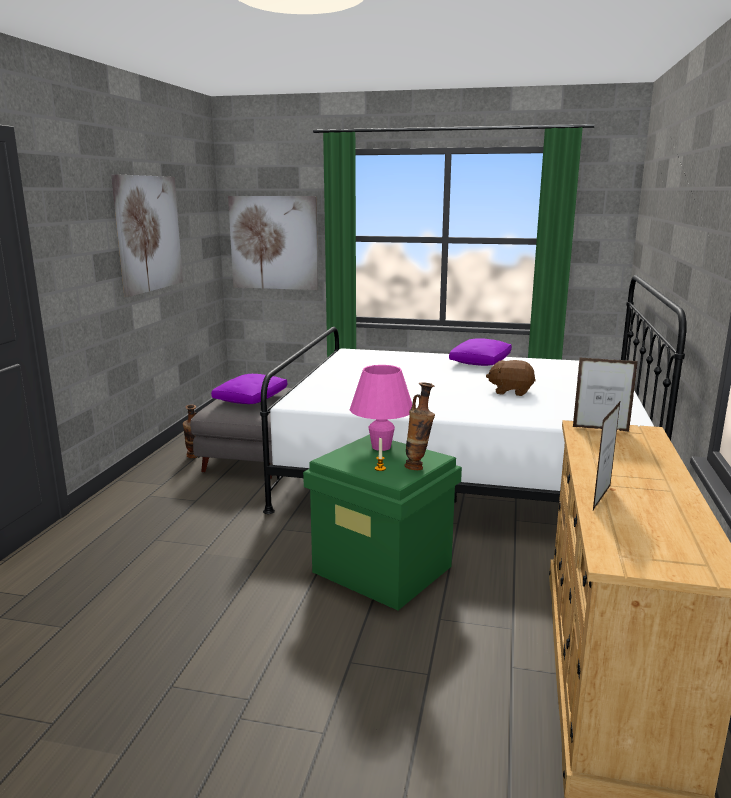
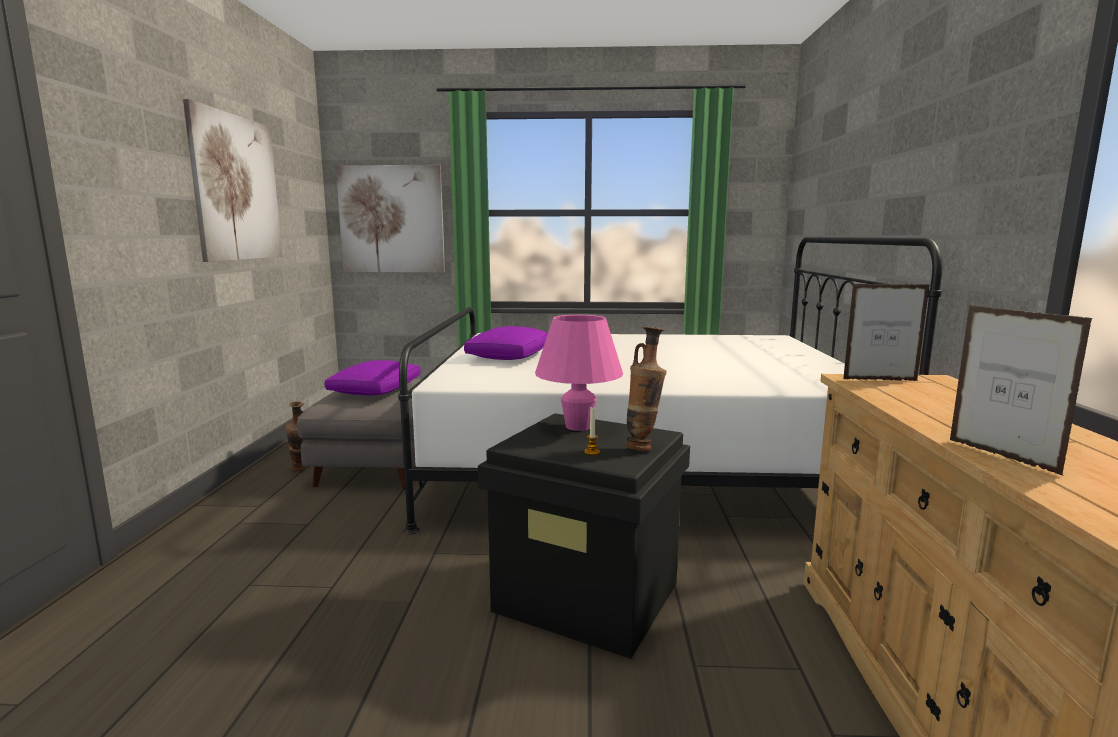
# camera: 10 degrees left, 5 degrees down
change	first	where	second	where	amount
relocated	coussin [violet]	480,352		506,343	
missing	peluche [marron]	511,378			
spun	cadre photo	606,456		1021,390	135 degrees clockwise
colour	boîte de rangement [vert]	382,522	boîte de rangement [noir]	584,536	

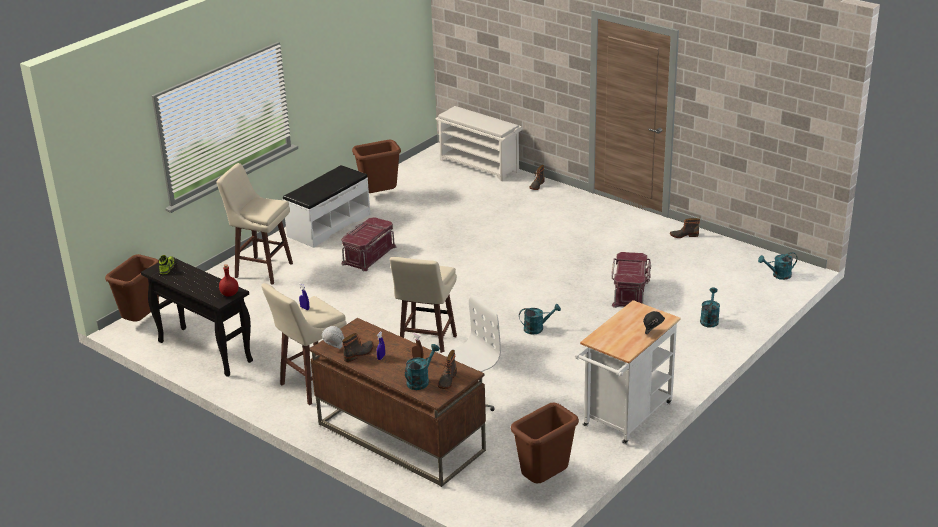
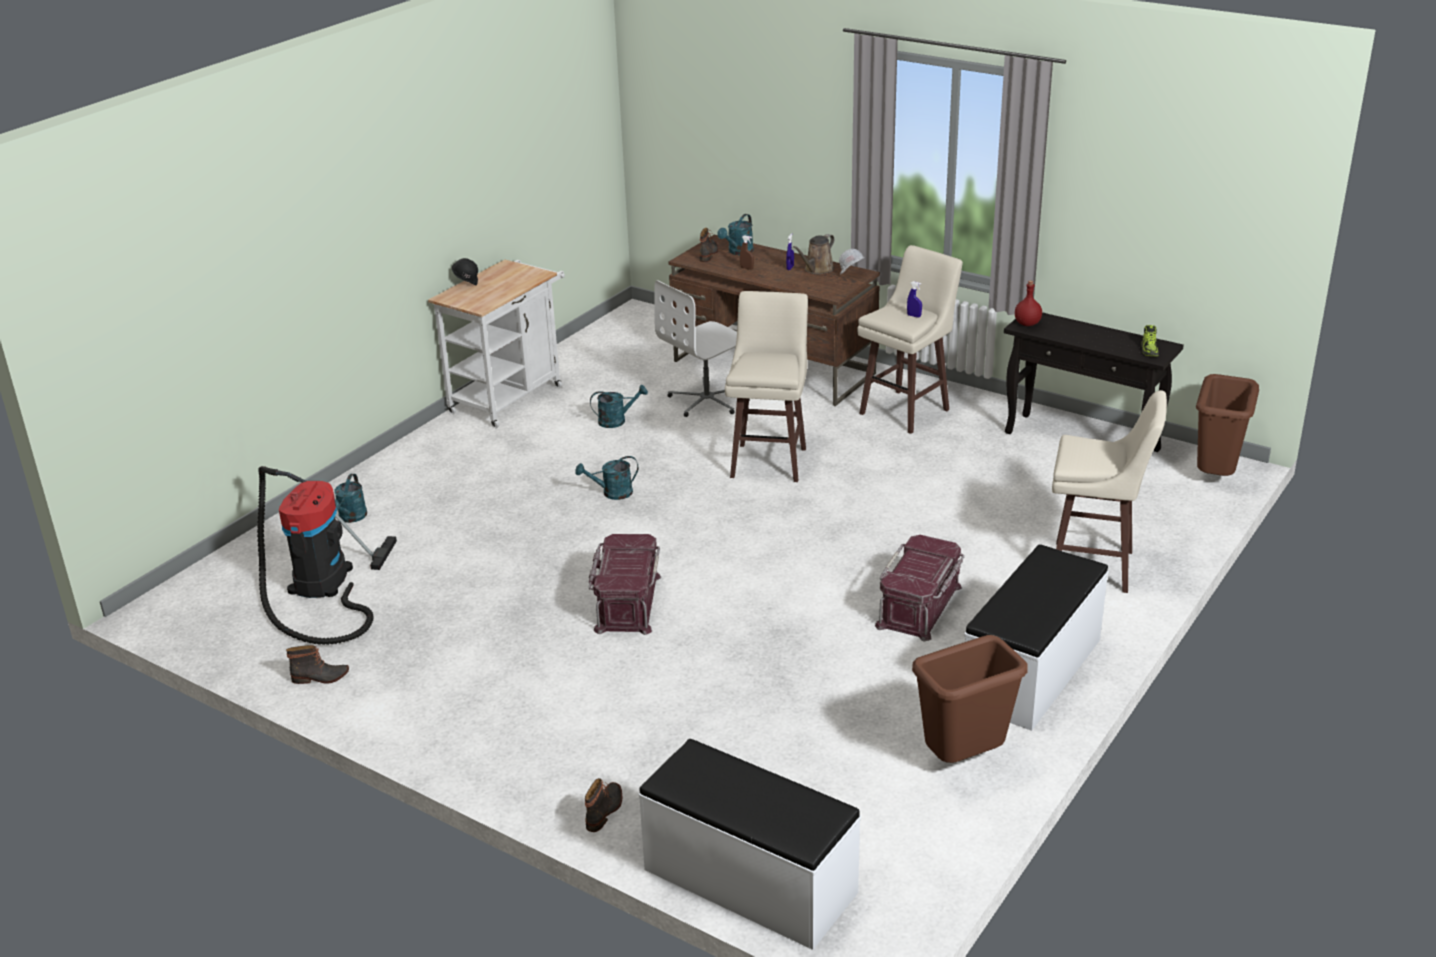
# camera: 175 degrees right, 0 degrees up
change	first	where	second	where	amount
exchanged	étagère à chaussures [blanc]	479,143	banc [blanc]	750,844	
relocated	boîte de rangement [rouge]	631,280		625,584	
relocated	arrosoir [turquoise]	778,266		619,406	
exchanged	botte	358,347	arrosoir [marron]	814,254	
missing	poubelle [marron]	545,442			
appeared			aspirateur	327,555	

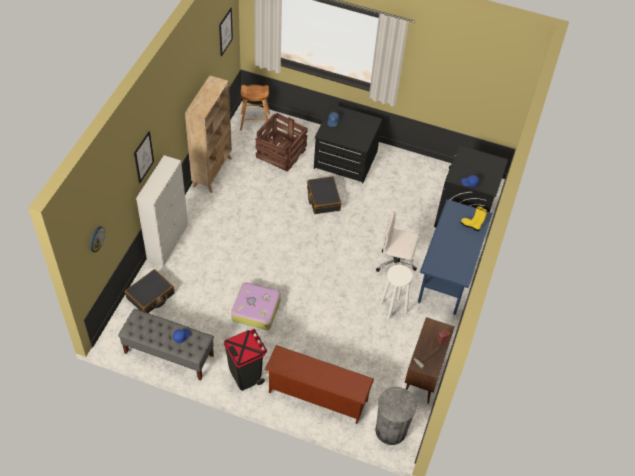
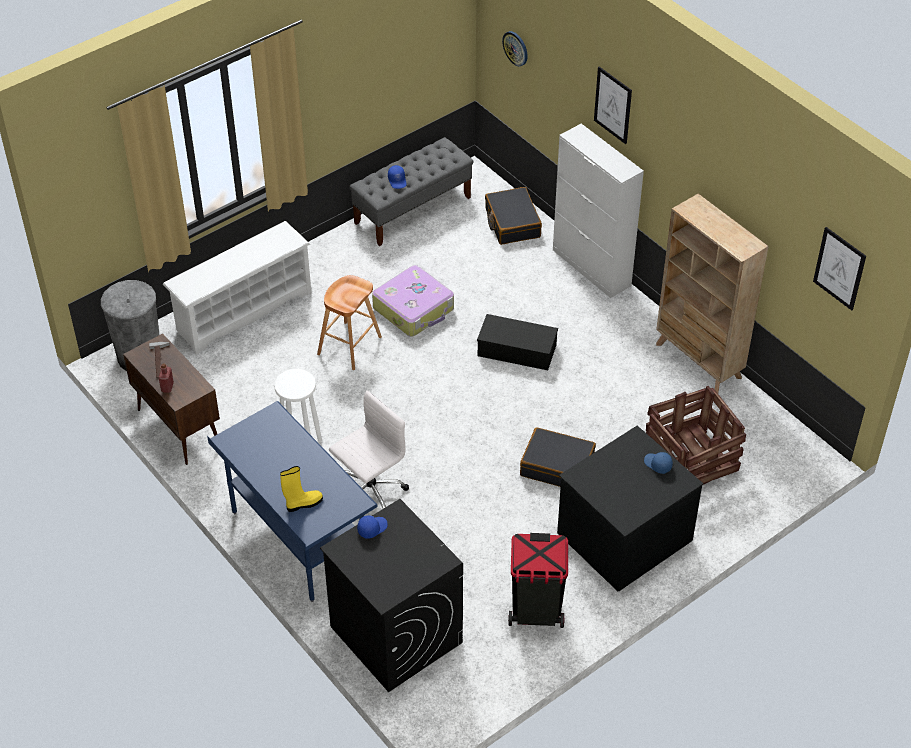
# camera: 125 degrees right, 5 degrees down
change	first	where	second	where	amount
relocated	tabouret [marron]	255,107		349,322	
relocated	poubelle [noir]	246,360		538,580	
colour	étagère à chaussures [marron]	319,384	étagère à chaussures [blanc]	237,287	
appeared			boîte de rangement [noir]	517,342	

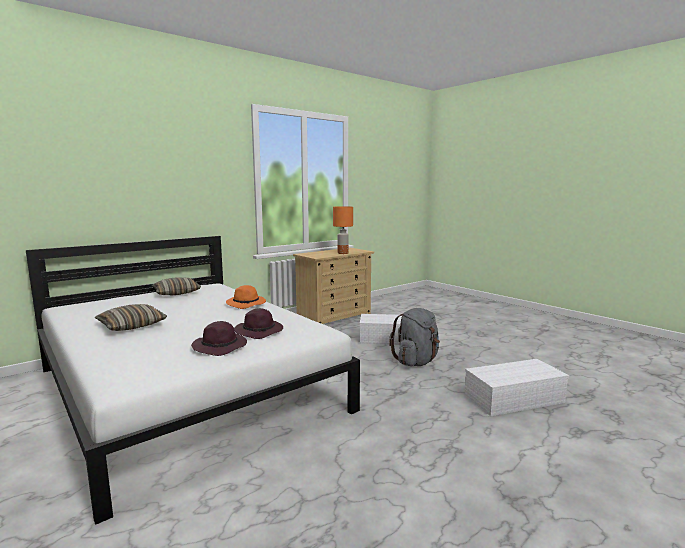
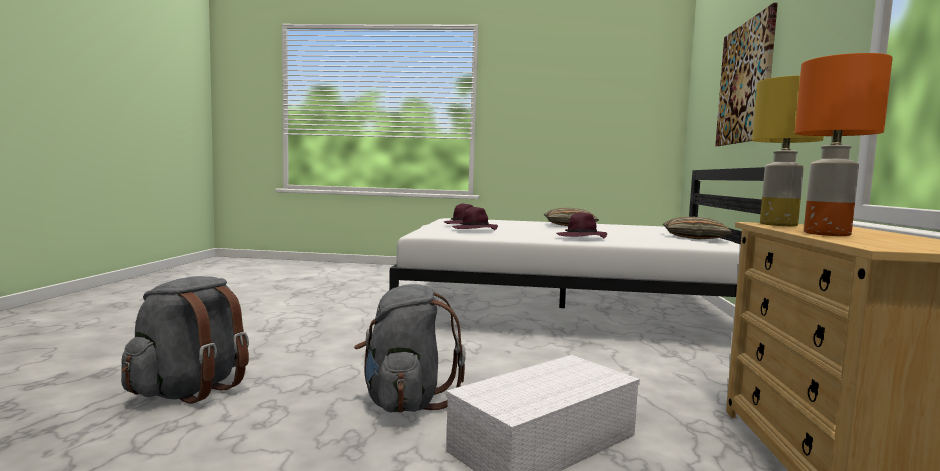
# camera: 135 degrees right, 5 degrees down
change	first	where	second	where	amount
colour	chapeau [orange]	246,297	chapeau [violet]	582,225	
exchanged	boîte de rangement [blanc]	516,387	sac à dos [gris]	185,340	
appeared			tableau	746,74	
appeared			lampe de table [jaune]	788,150	

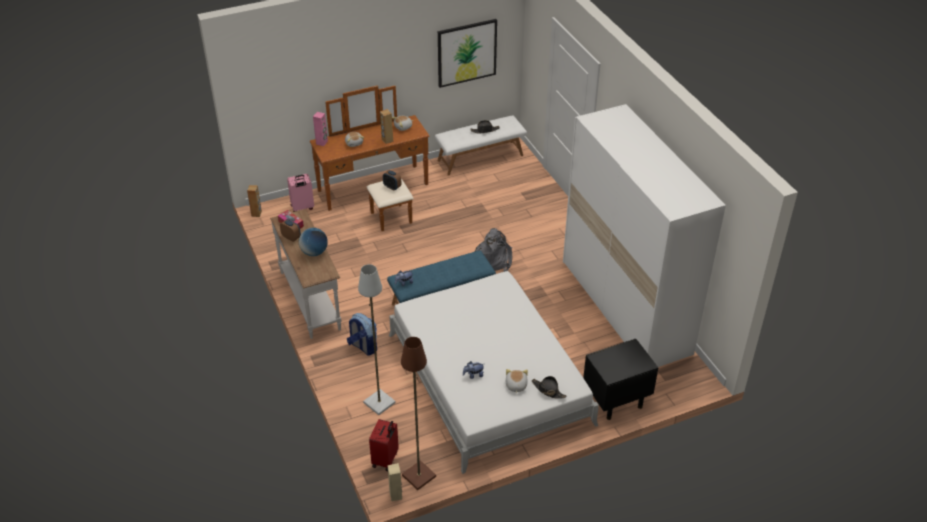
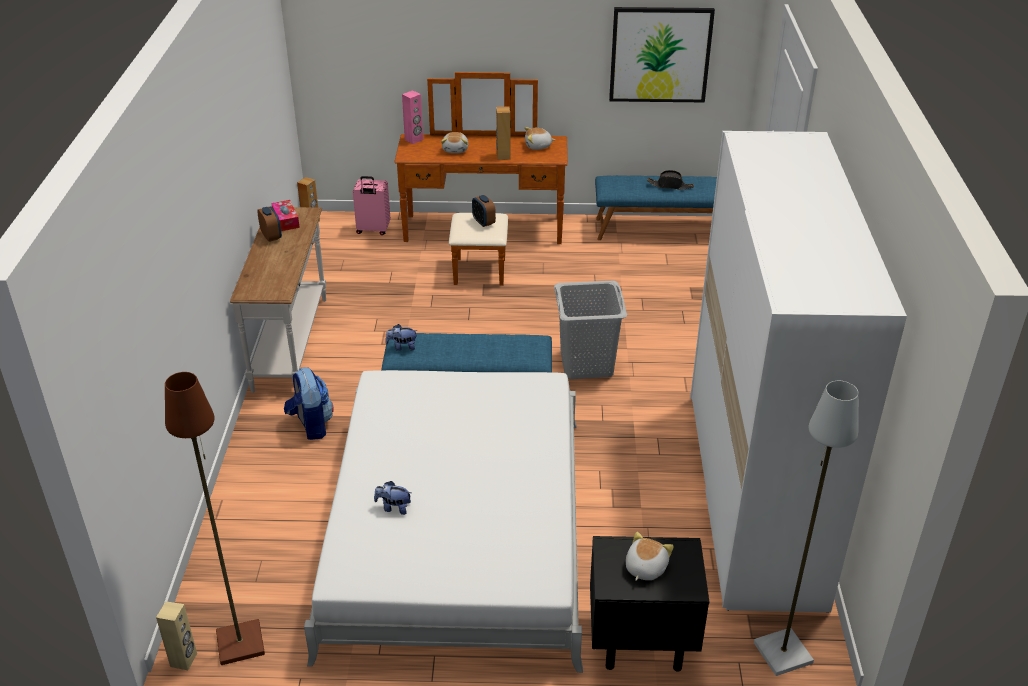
# camera: 25 degrees right, 5 degrees down
change	first	where	second	where	amount
colour	banc [blanc]	481,145	banc [bleu]	656,207	
missing	globe	313,242			
exchanged	sac à dos [gris]	493,250	panier à linge [gris]	590,330	
relocated	lampadaire [gris]	377,339		806,528	
relocated	peluche	517,381		650,556	
missing	chapeau [noir]	549,387			
missing	valise [rouge]	384,445			

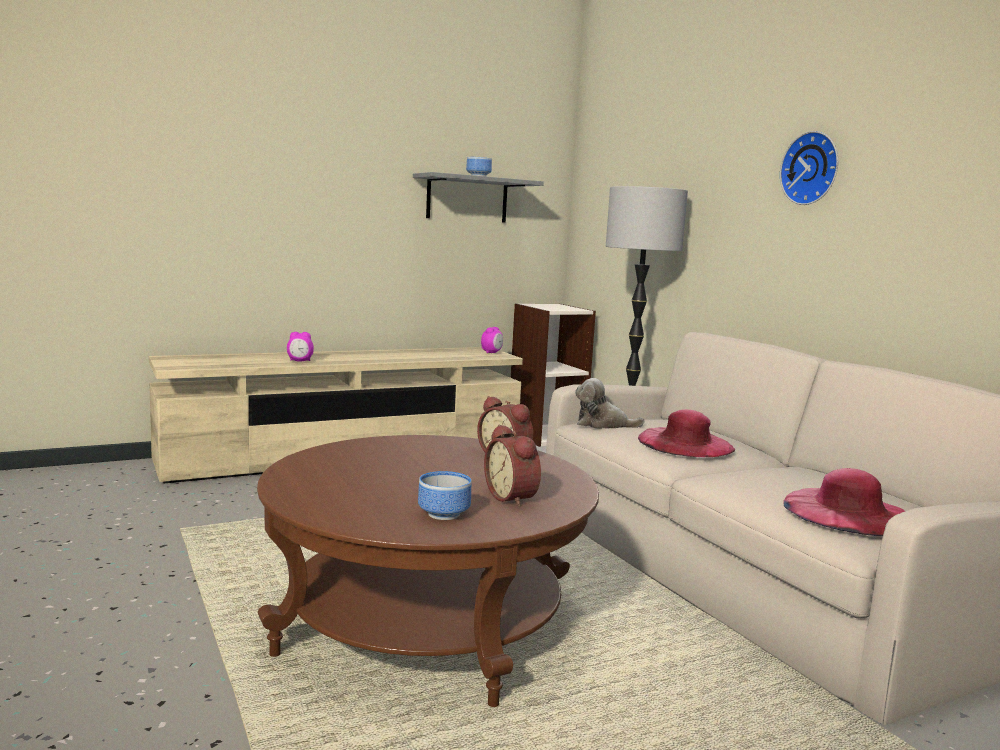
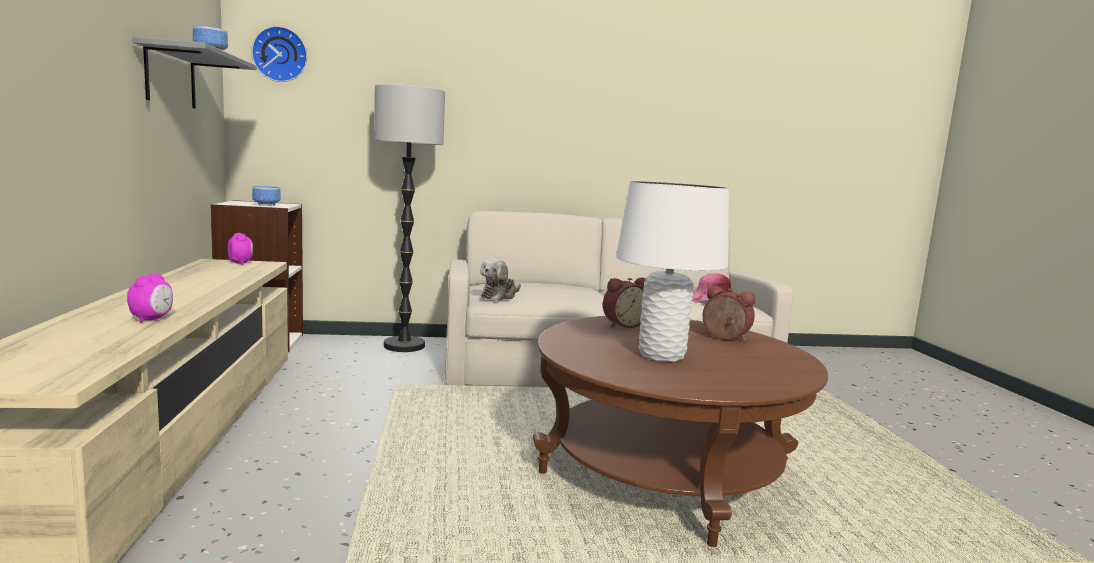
# camera: 70 degrees left, 0 degrees up
change	first	where	second	where	amount
relocated	horloge murale	809,168		279,54	
missing	chapeau [rose]	686,433			
spun	réveil	512,465		729,313	135 degrees counterclockwise
relocated	bol	444,495		266,196	
appeared			lampe de table [blanc]	672,271	

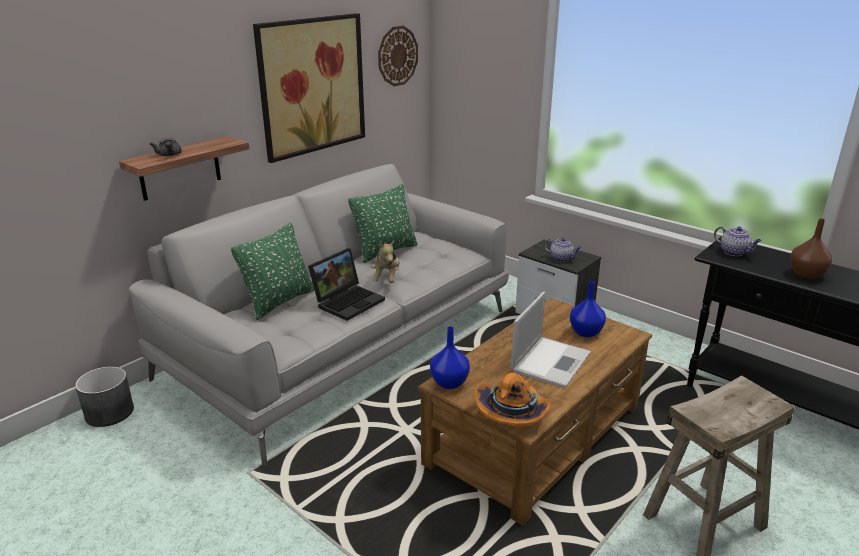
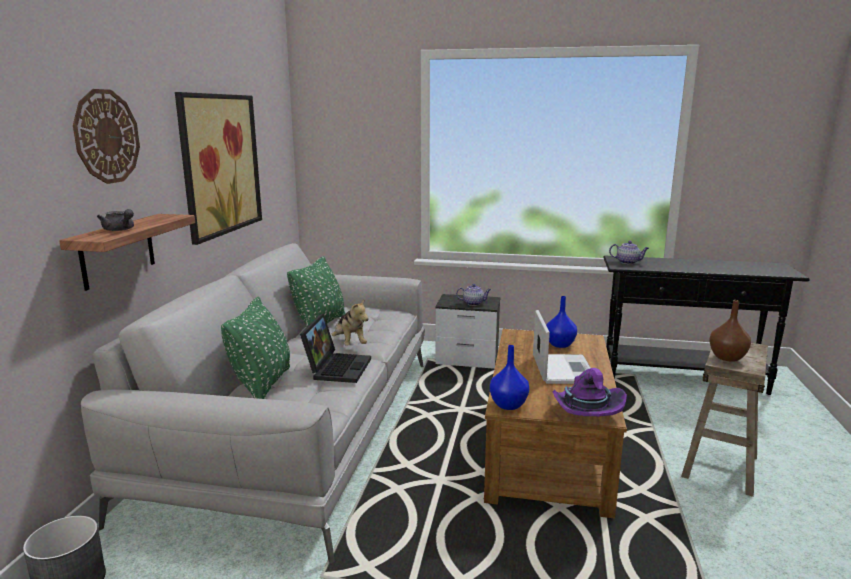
# camera: 30 degrees left, 10 degrees down
change	first	where	second	where	amount
relocated	horloge murale	398,56		106,136	
relocated	vase [marron]	811,248		730,331	
colour	chapeau [orange]	513,400	chapeau [violet]	590,392	

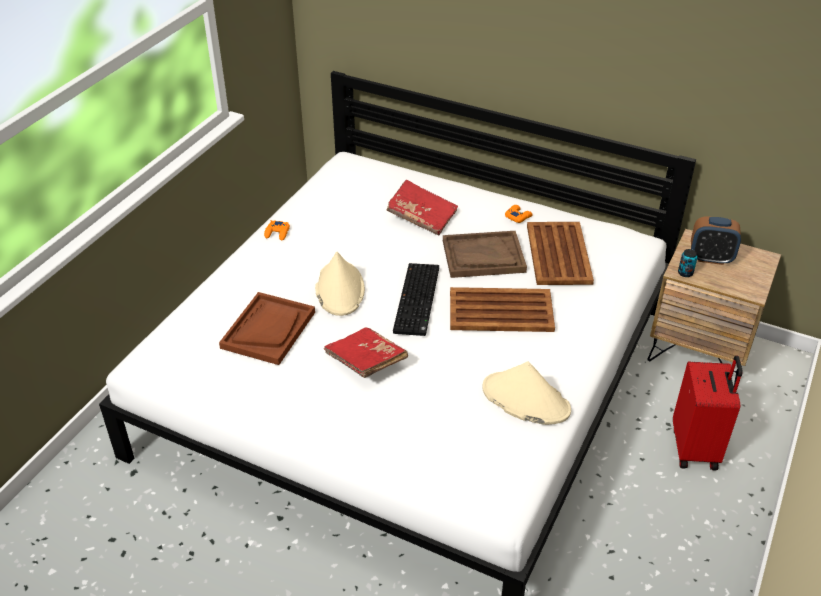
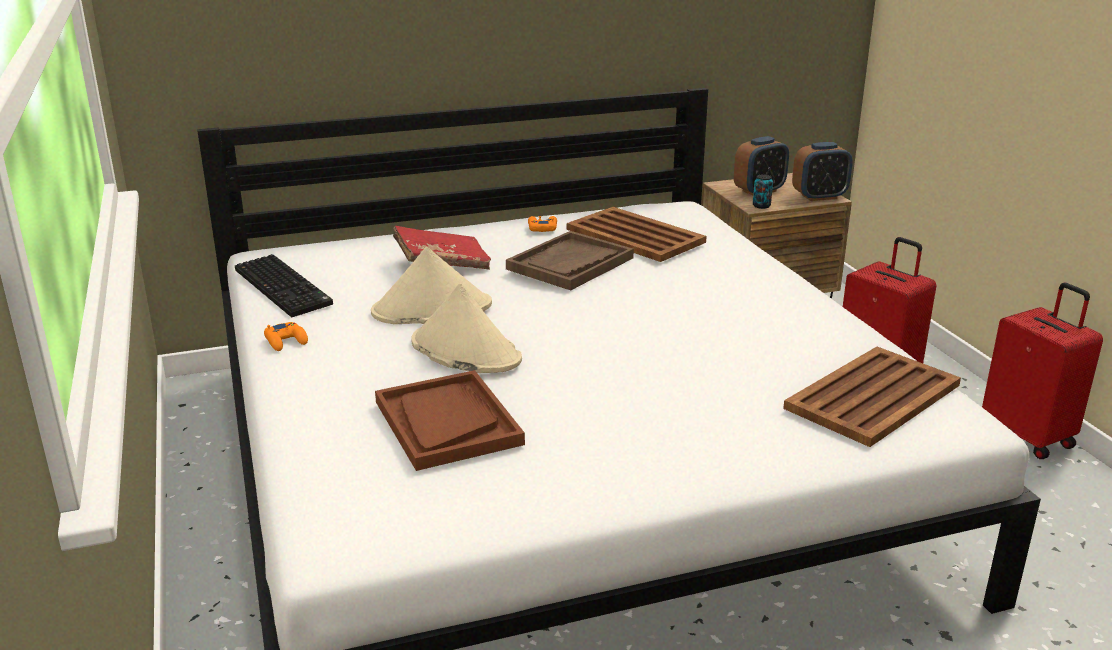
# camera: 45 degrees left, 15 degrees down
change	first	where	second	where	amount
relocated	clavier	416,299		284,285	
relocated	plateau [marron]	502,309		872,397	
missing	livre [rouge]	366,352			
relocated	chapeau [beige]	527,393		431,285	
appeared			réveil	822,171	
appeared			valise [rouge]	1042,371	

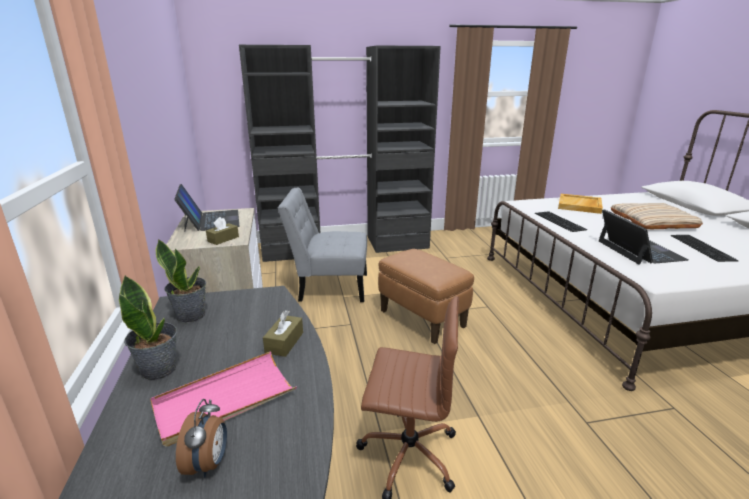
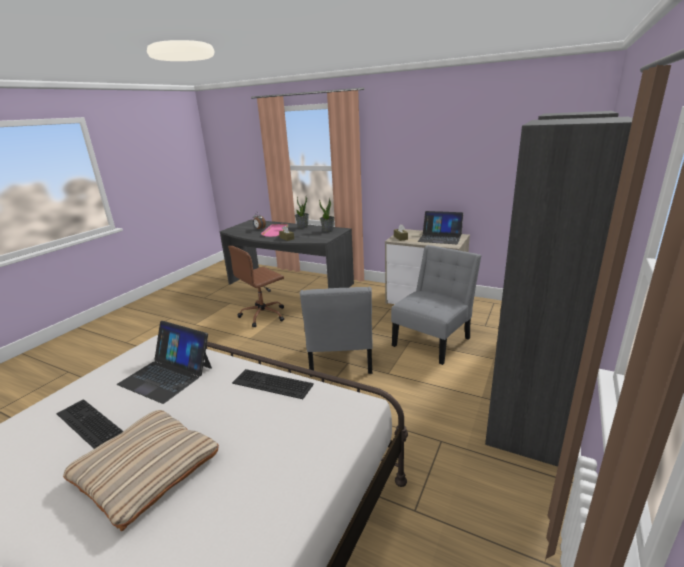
# camera: 130 degrees right, 0 degrees up
change	first	where	second	where	amount
missing	plateau [beige]	580,204			
exchanged	pouf [marron]	426,296	chaise [gris]	336,331	

